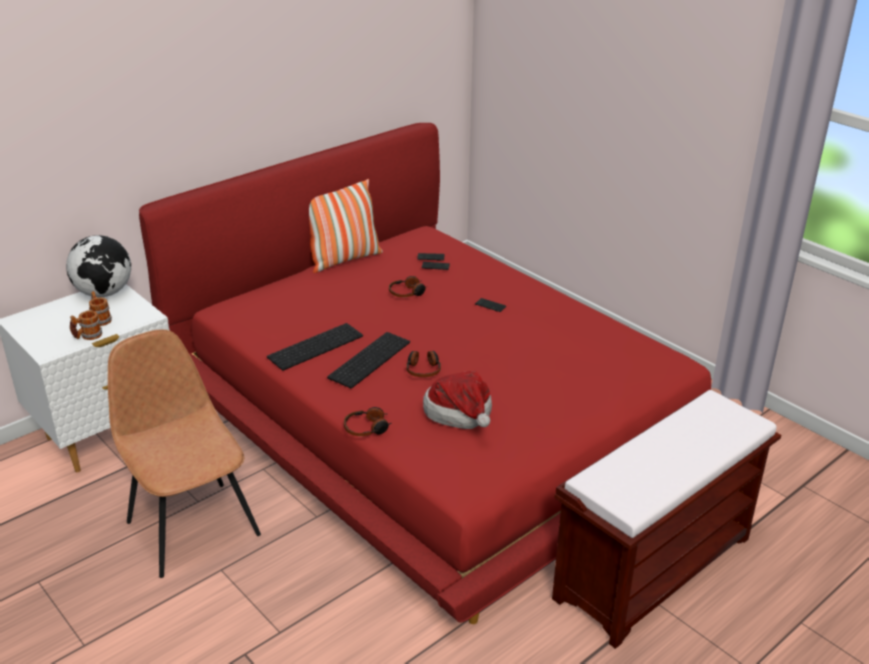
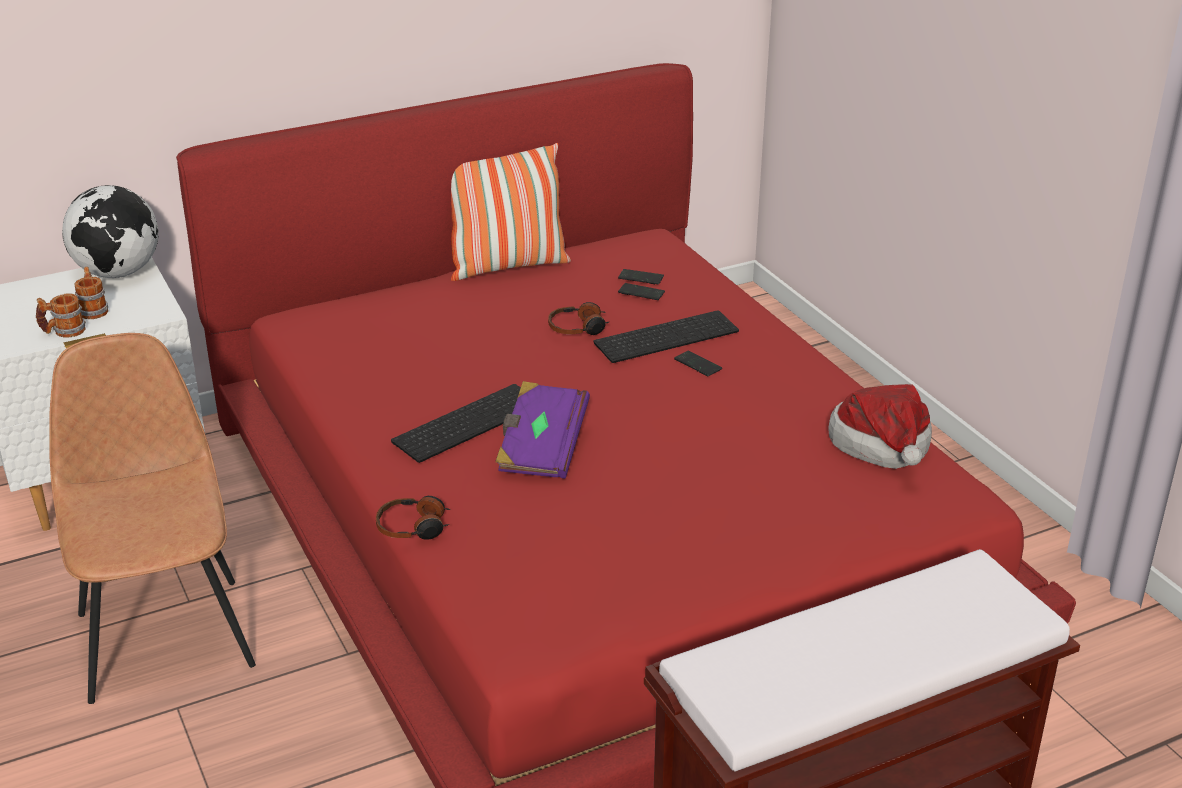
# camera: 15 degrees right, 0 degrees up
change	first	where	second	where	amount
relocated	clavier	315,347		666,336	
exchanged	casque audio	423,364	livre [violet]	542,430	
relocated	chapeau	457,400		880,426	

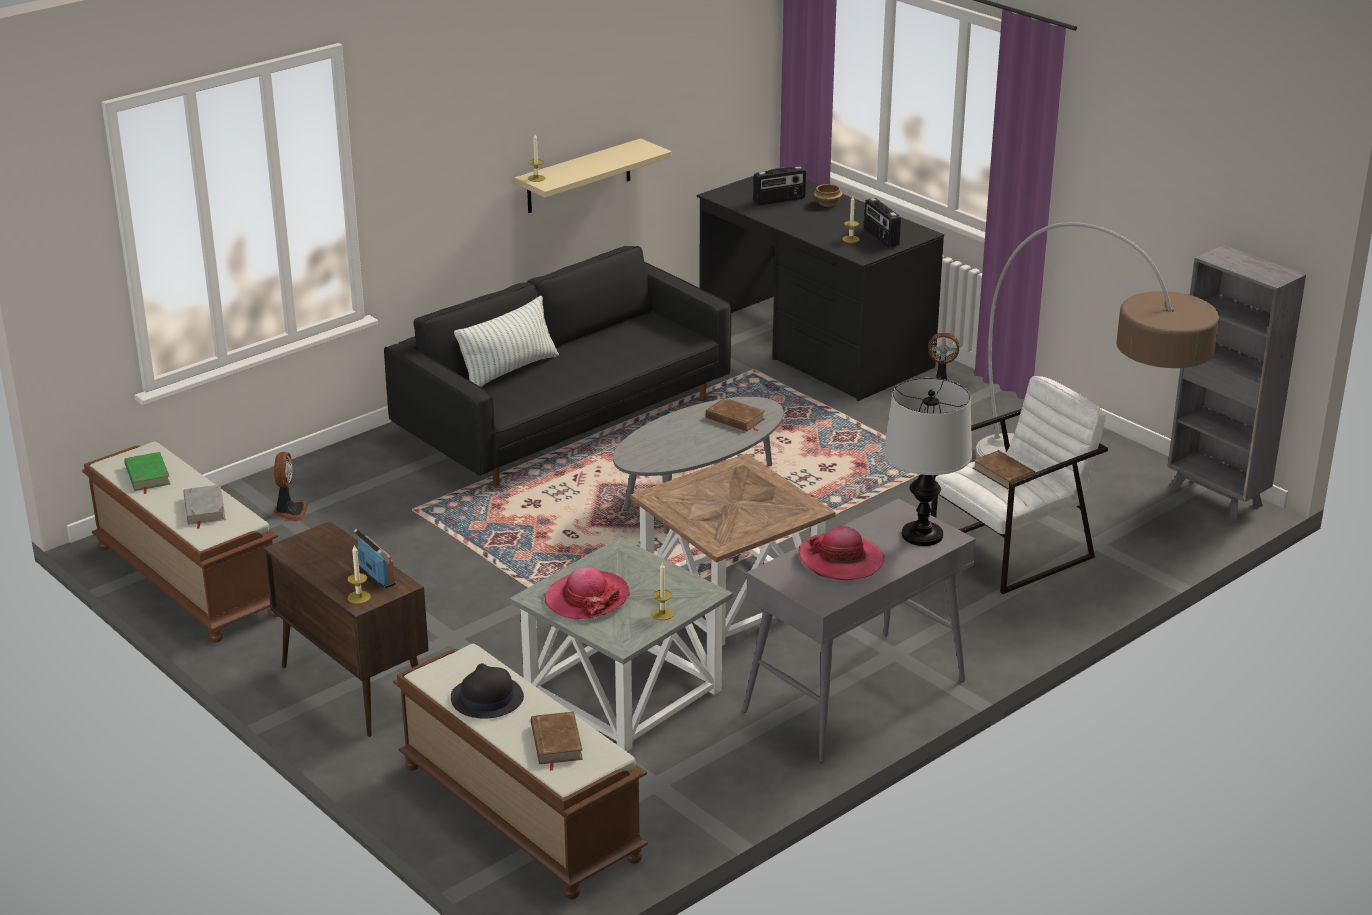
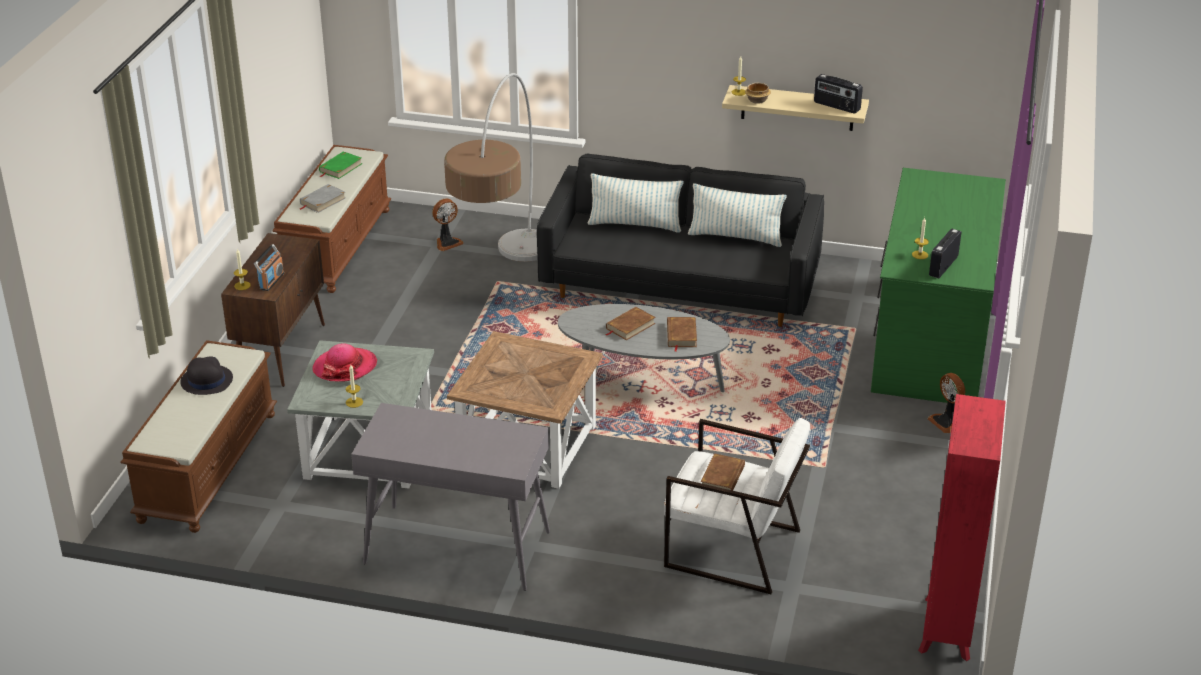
# camera: 55 degrees right, 5 degrees up
change	first	where	second	where	amount
relocated	radio	779,185		838,94	
colour	bureau [noir]	820,284	bureau [vert]	938,285	
relocated	bol	828,195		758,93	
relocated	lampadaire	1097,340		491,167	
colour	bibliothèque [gris]	1236,383	bibliothèque [rouge]	962,527	
missing	lampe de table	927,462			
missing	chapeau	842,553			
relocated	livre [marron]	557,741		630,323	
appeared			coussin	737,215	

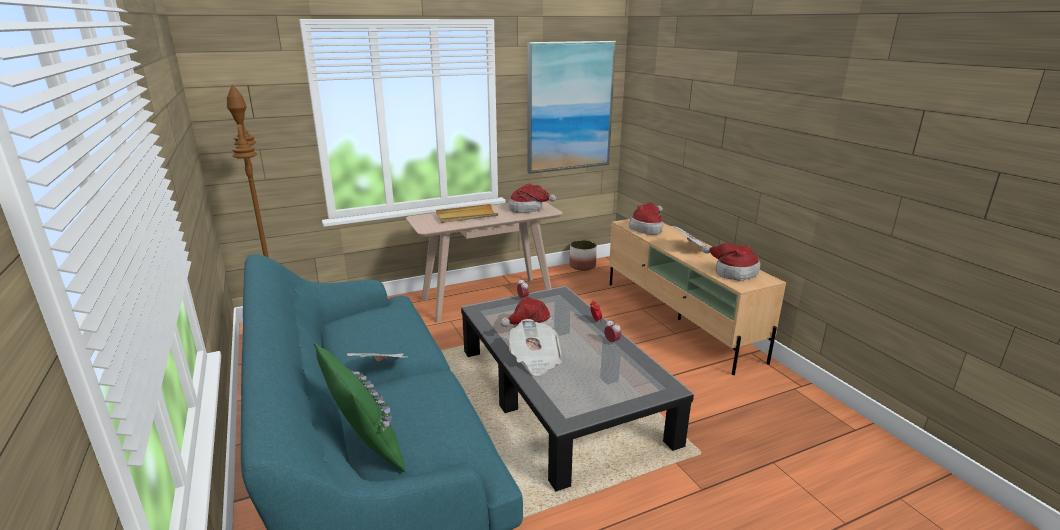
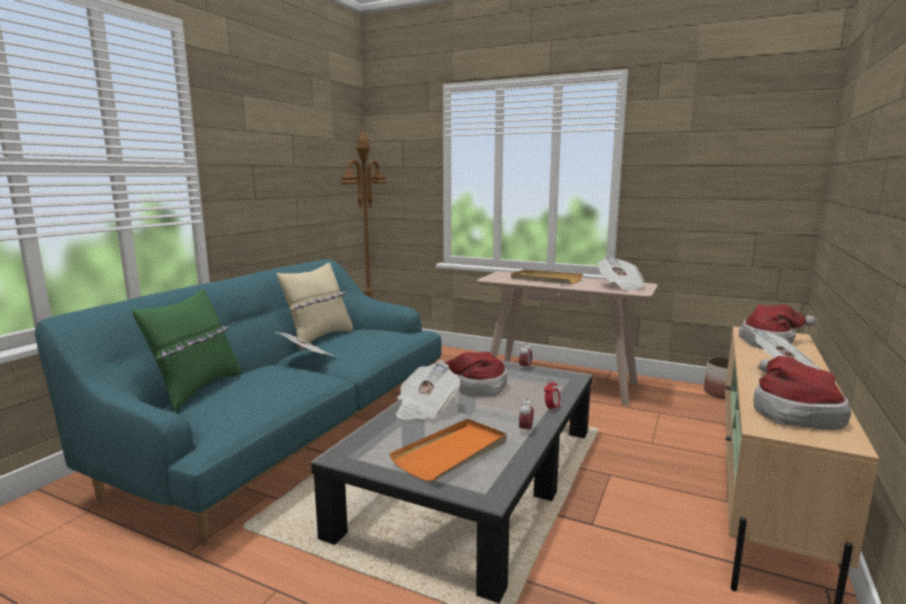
# camera: 50 degrees right, 10 degrees down
change	first	where	second	where	amount
missing	tableau	571,107			
exchanged	chapeau	532,198	journal	622,274	
appeared			coussin [beige]	315,306	
appeared			plateau [orange]	448,450	

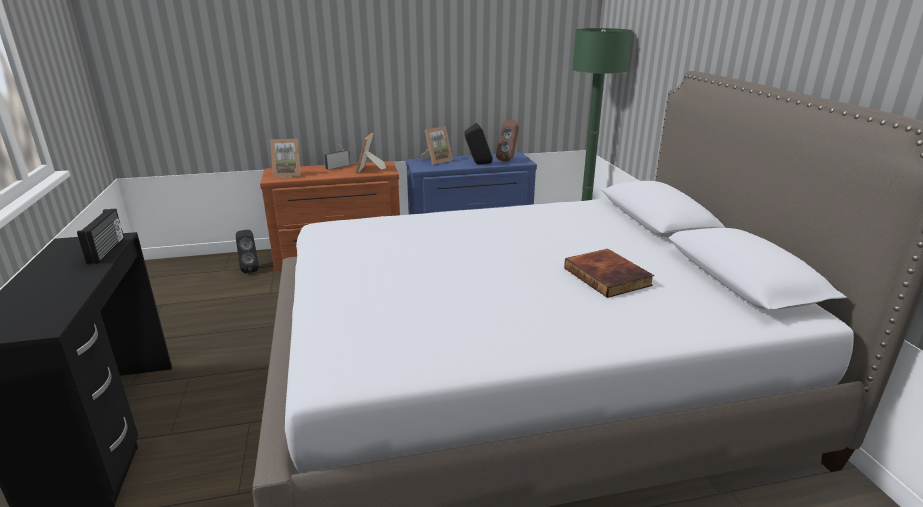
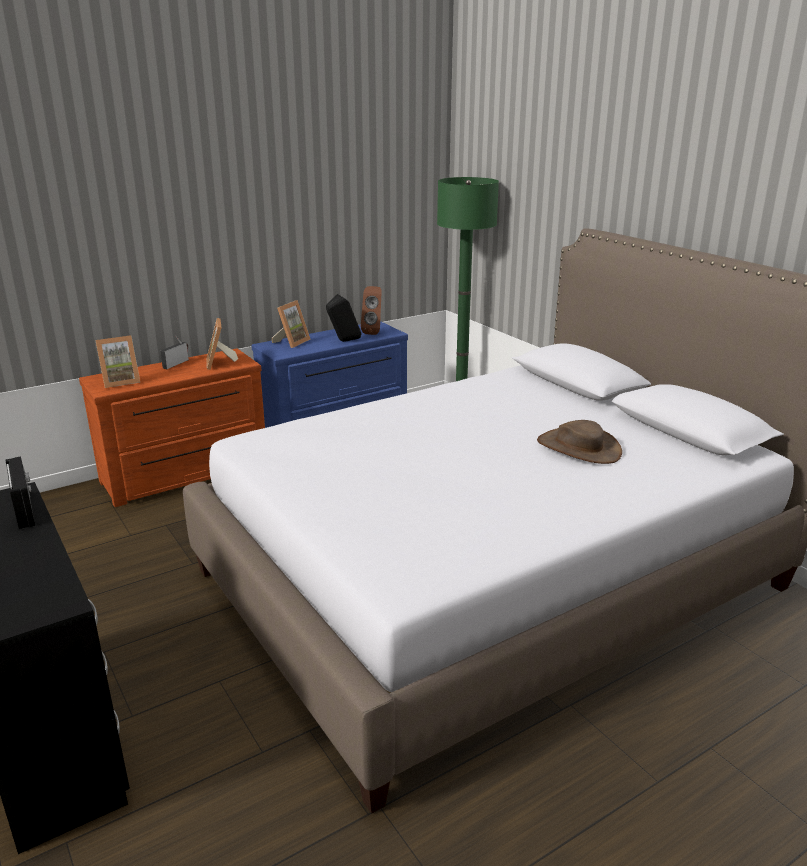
# camera: 20 degrees left, 0 degrees up
change	first	where	second	where	amount
missing	enceinte [noir]	247,251			
exchanged	livre	609,273	chapeau [marron]	579,442	

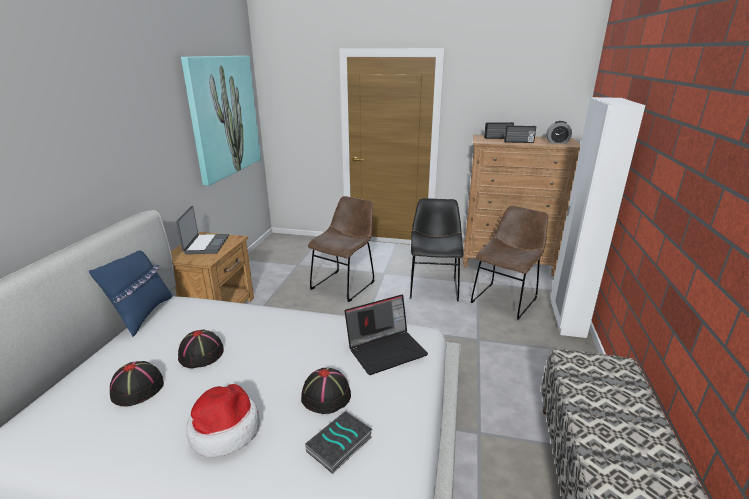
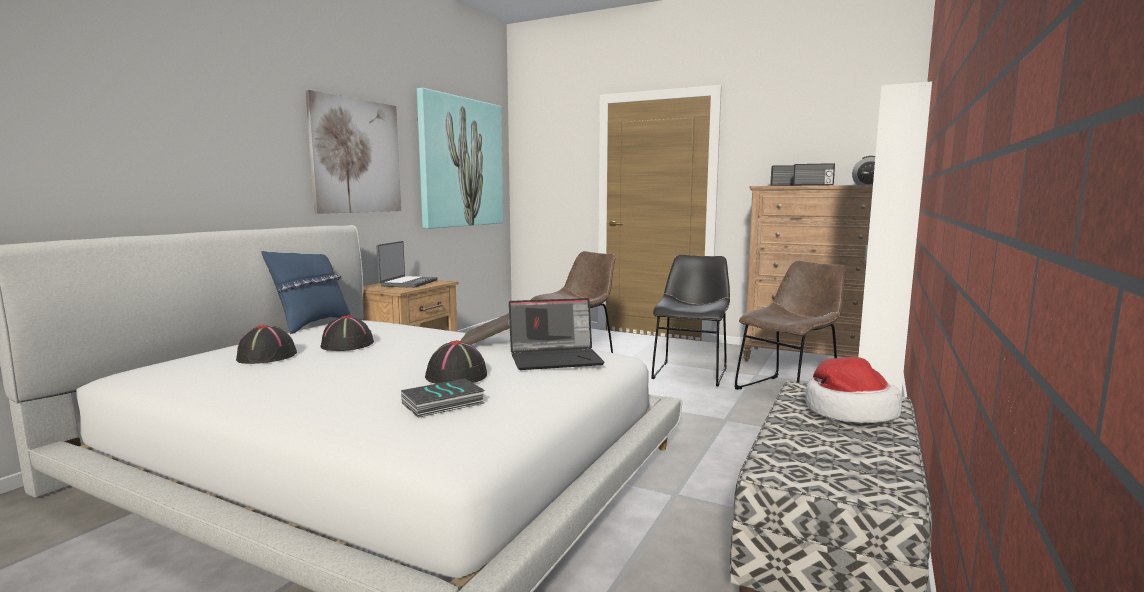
# camera: 15 degrees right, 15 degrees down
change	first	where	second	where	amount
relocated	chapeau	223,421		853,390	
appeared			tableau	353,152	
appeared			livre [marron]	485,329	

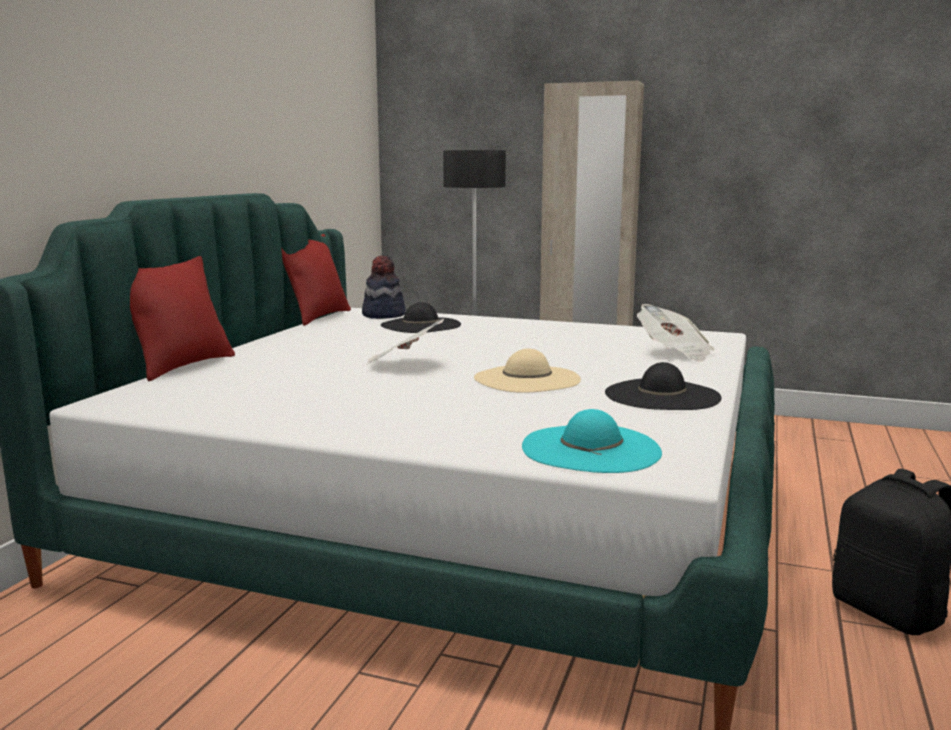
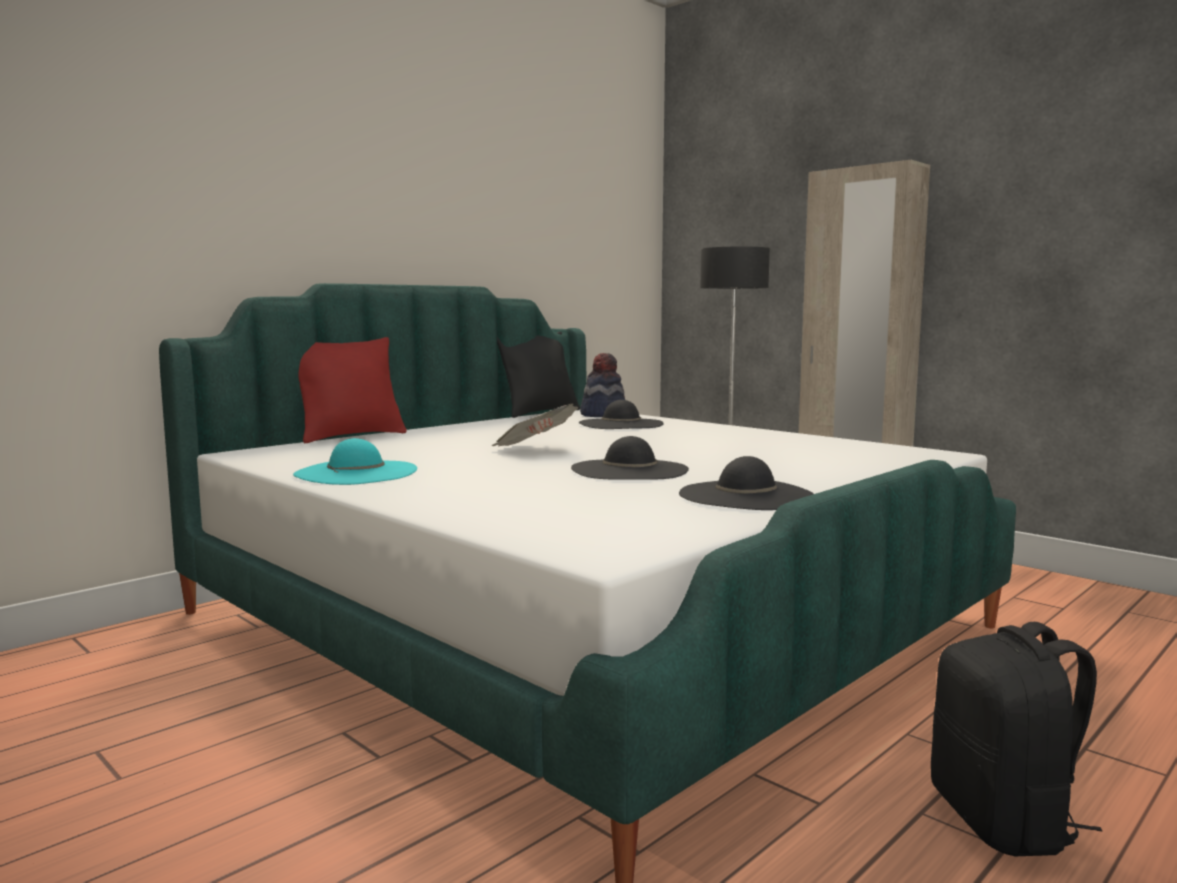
# camera: 25 degrees right, 5 degrees down
change	first	where	second	where	amount
colour	coussin [rouge]	316,280	coussin [noir]	538,375	
missing	journal	676,333			
colour	chapeau [beige]	527,371	chapeau [noir]	630,458	
relocated	chapeau [turquoise]	592,441		355,461	

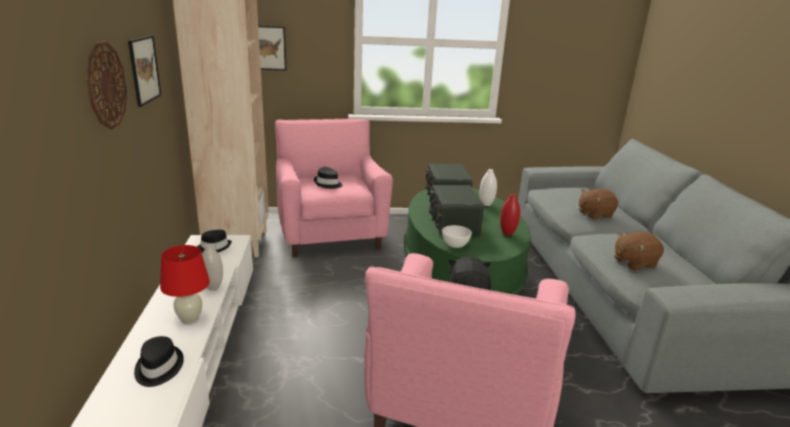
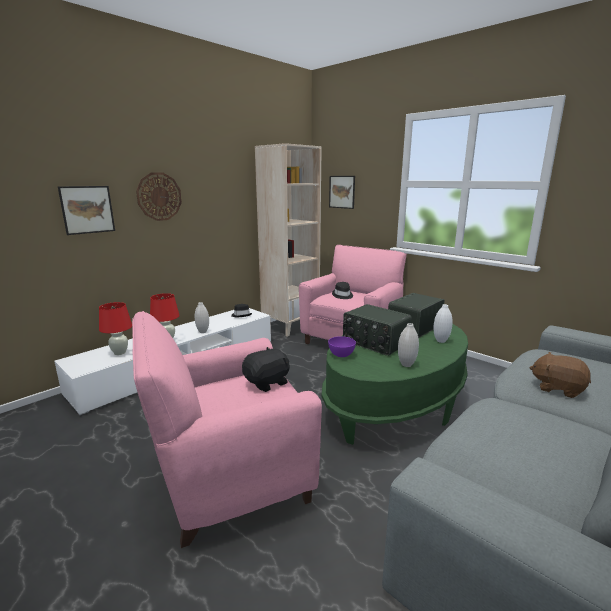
# camera: 50 degrees right, 5 degrees down
change	first	where	second	where	amount
relocated	tableau	144,71		86,210	
spun	radio	456,210		377,330	90 degrees counterclockwise
colour	vase [rouge]	510,215	vase [blanc]	408,345	
colour	bol [blanc]	457,236	bol [violet]	342,346	
missing	peluche [marron]	639,251			
exchanged	chapeau [noir]	159,361	lampe de table [rouge]	115,328	

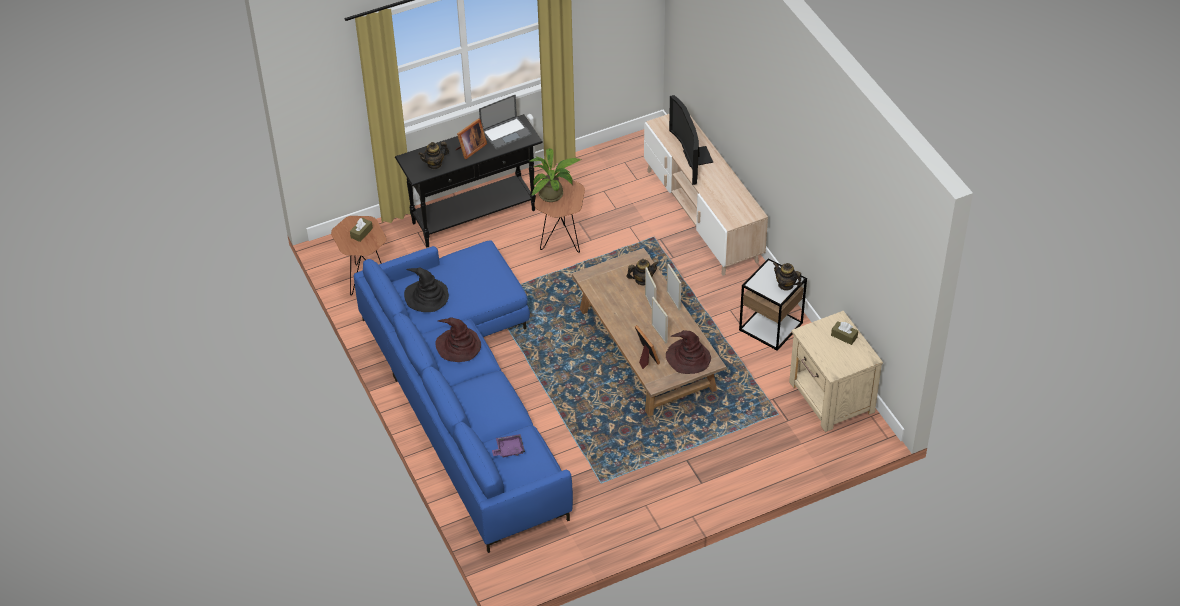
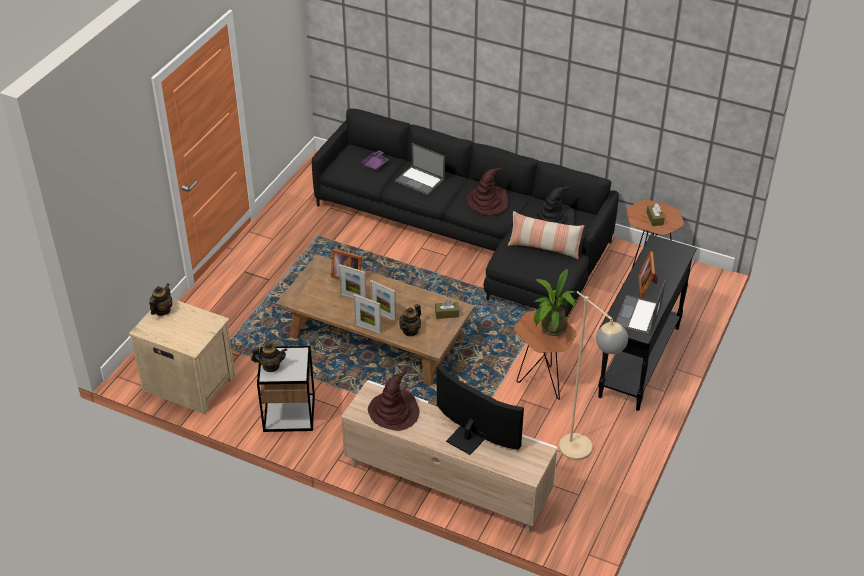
# camera: 140 degrees right, 5 degrees down
change	first	where	second	where	amount
relocated	théière	433,156		160,299	
colour	canapé [bleu]	463,396	canapé [noir]	465,212	
relocated	boîte à mouchoirs [marron]	844,333		447,309	
relocated	chapeau [marron]	688,352		394,401	
appeared			ordinateur portable	420,169	
appeared			coussin	546,235	
appeared			lampadaire [beige]	593,375	

